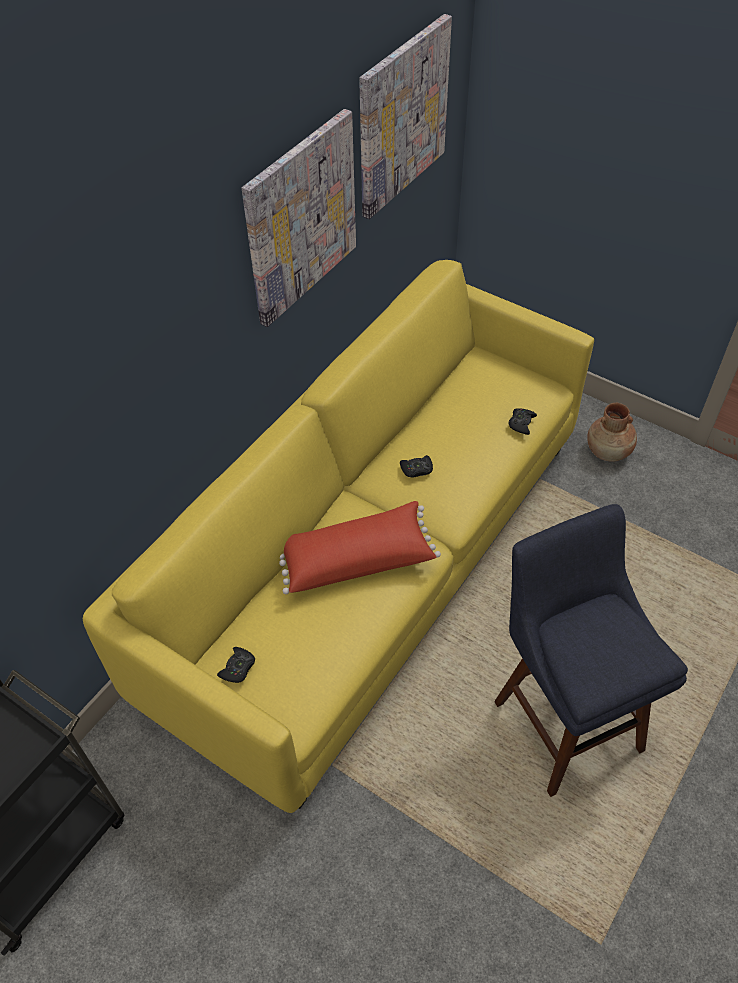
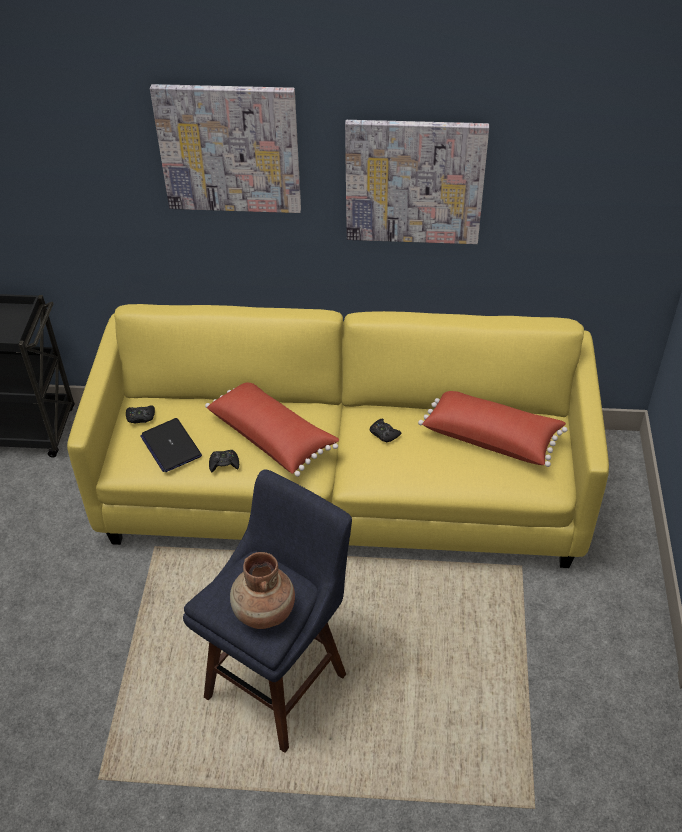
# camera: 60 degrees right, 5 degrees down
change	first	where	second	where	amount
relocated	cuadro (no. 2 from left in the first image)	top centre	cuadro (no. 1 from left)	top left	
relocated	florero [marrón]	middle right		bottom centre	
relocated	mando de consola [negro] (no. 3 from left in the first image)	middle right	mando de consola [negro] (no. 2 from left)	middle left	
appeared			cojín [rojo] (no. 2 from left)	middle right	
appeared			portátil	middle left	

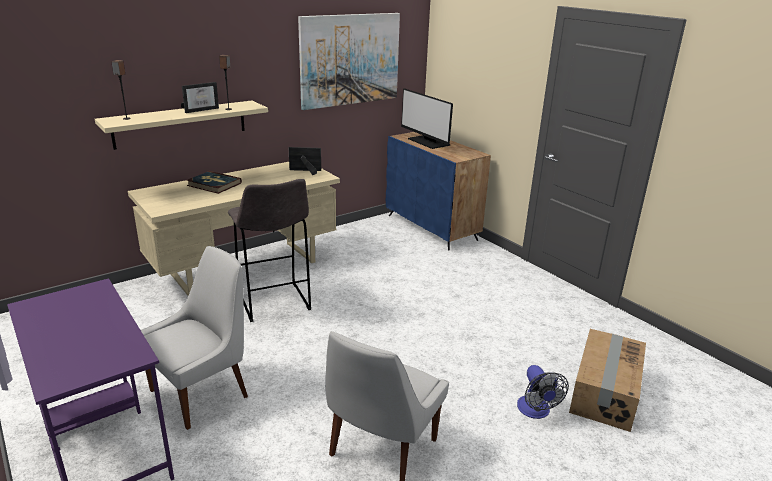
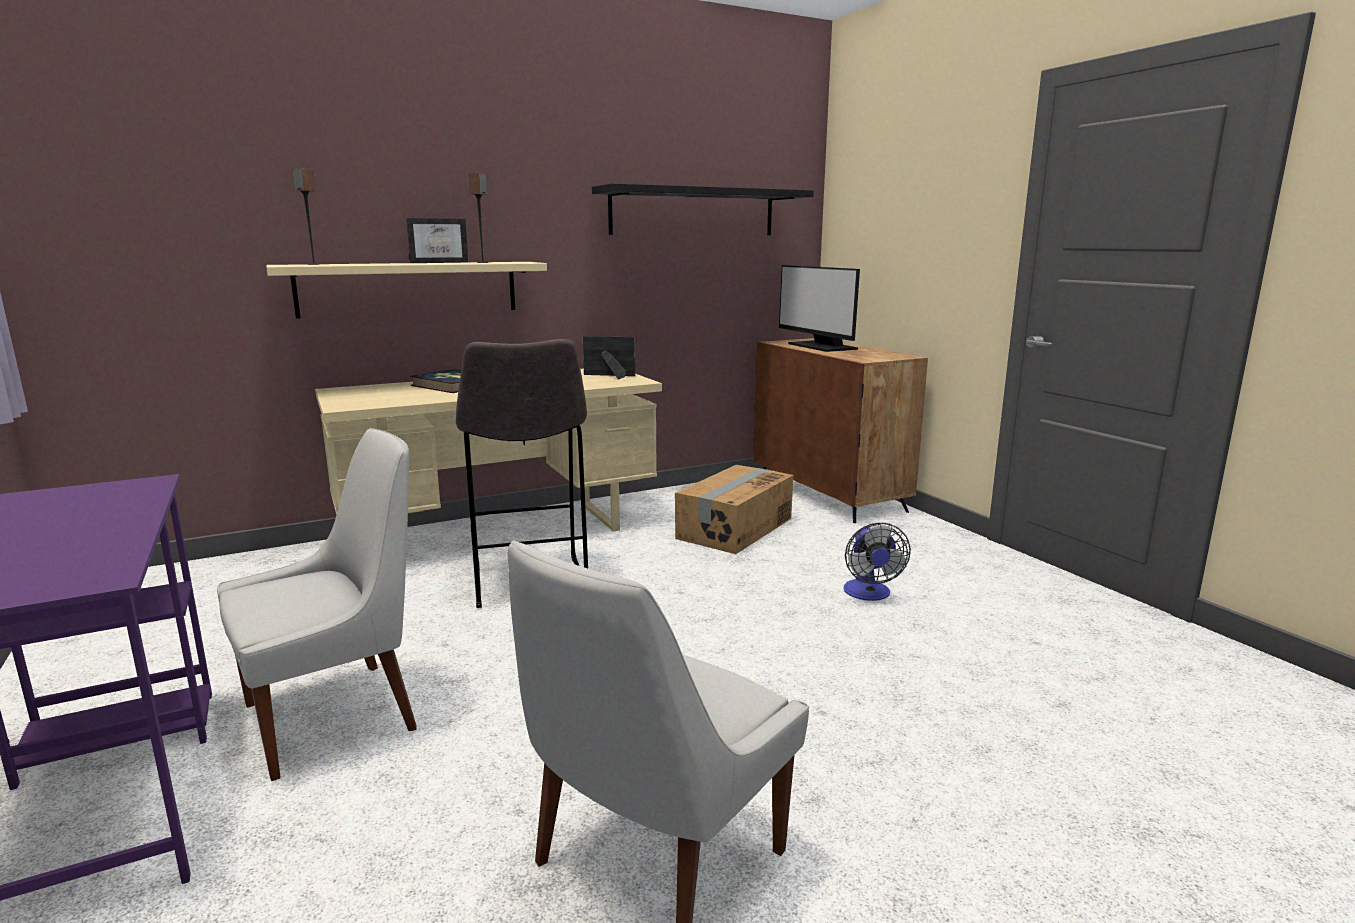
# camera: 10 degrees right, 10 degrees down
change	first	where	second	where	amount
exchanged	cuadro	top centre	estante [negro]	top centre	
colour	armario [azul]	centre	armario [marrón]	centre	
relocated	caja de cartón	bottom right		centre	
relocated	ventilador	bottom right		centre	

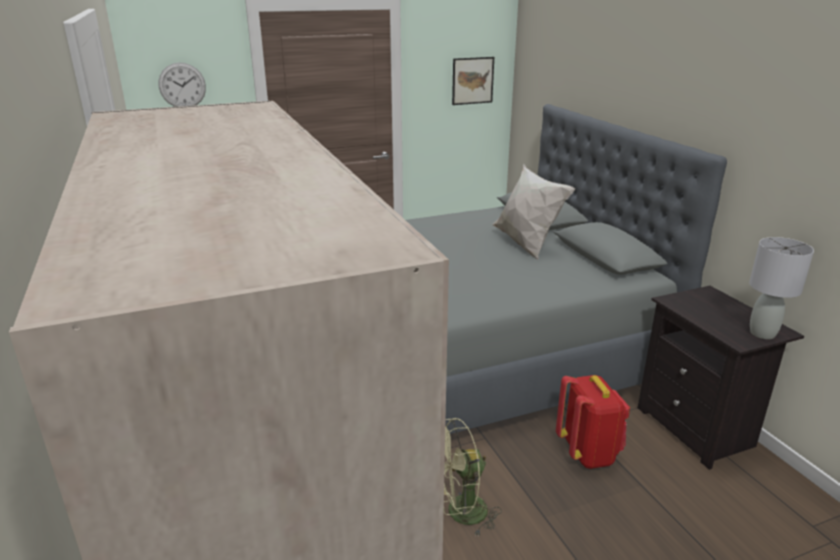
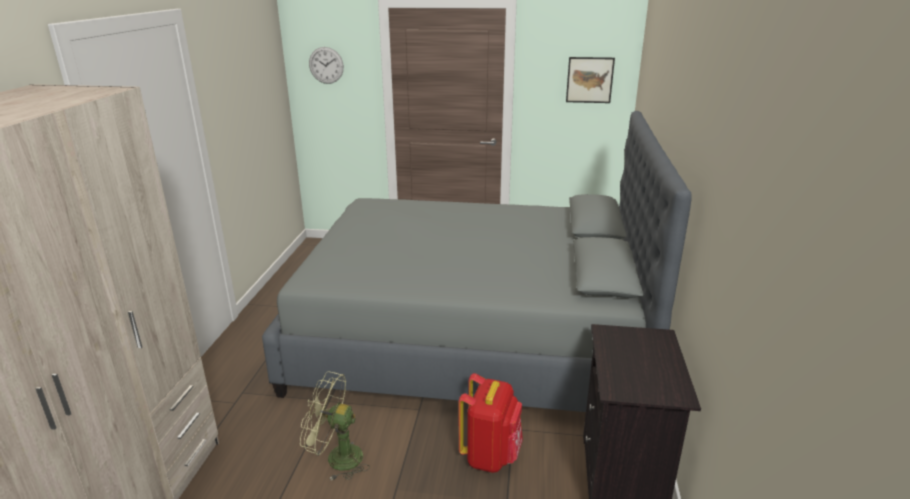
# camera: 30 degrees right, 0 degrees up
change	first	where	second	where	amount
missing	cojín [blanco]	centre			
missing	lámpara de mesa [gris]	middle right			

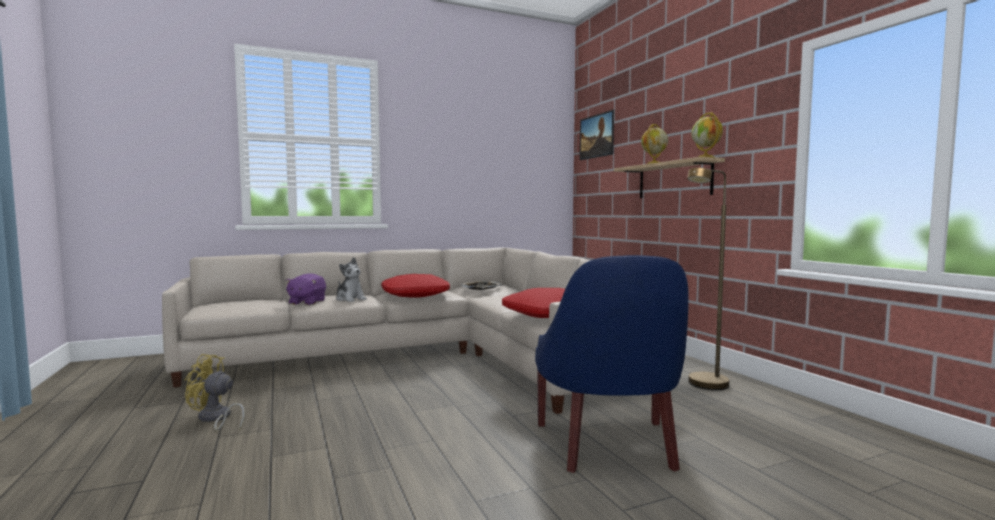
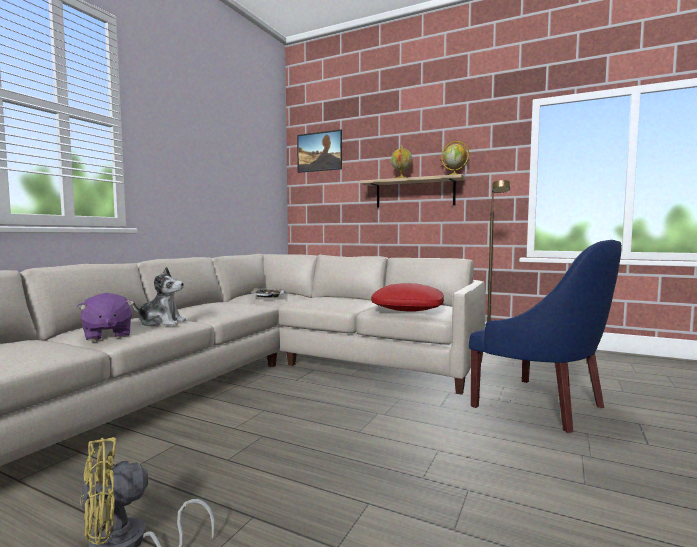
# camera: 40 degrees left, 0 degrees up
change	first	where	second	where	amount
missing	cojín [rojo] (no. 1 from left)	centre			

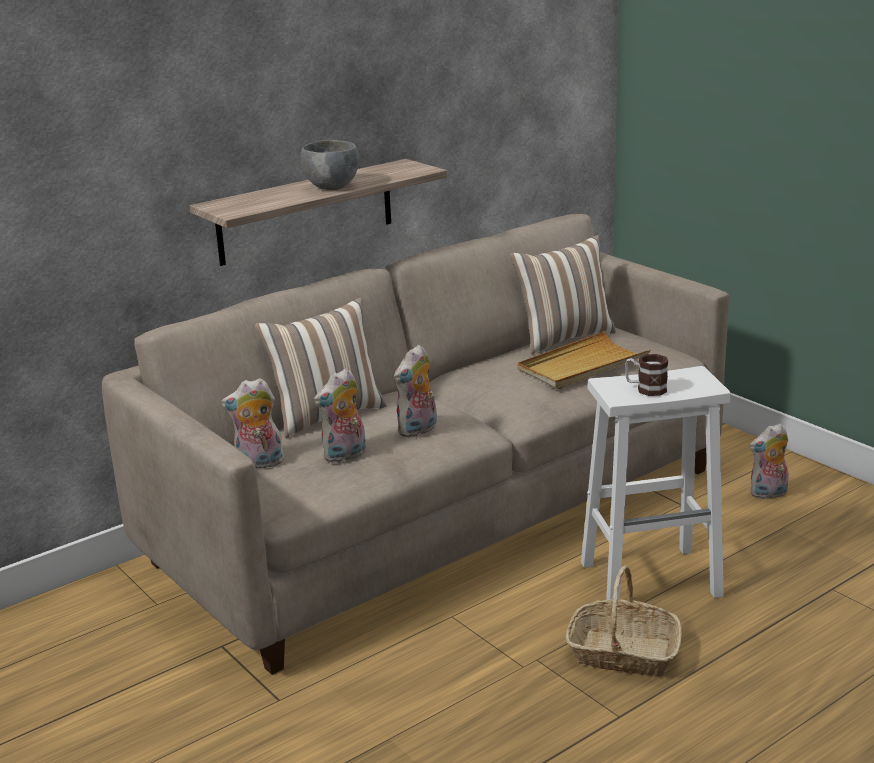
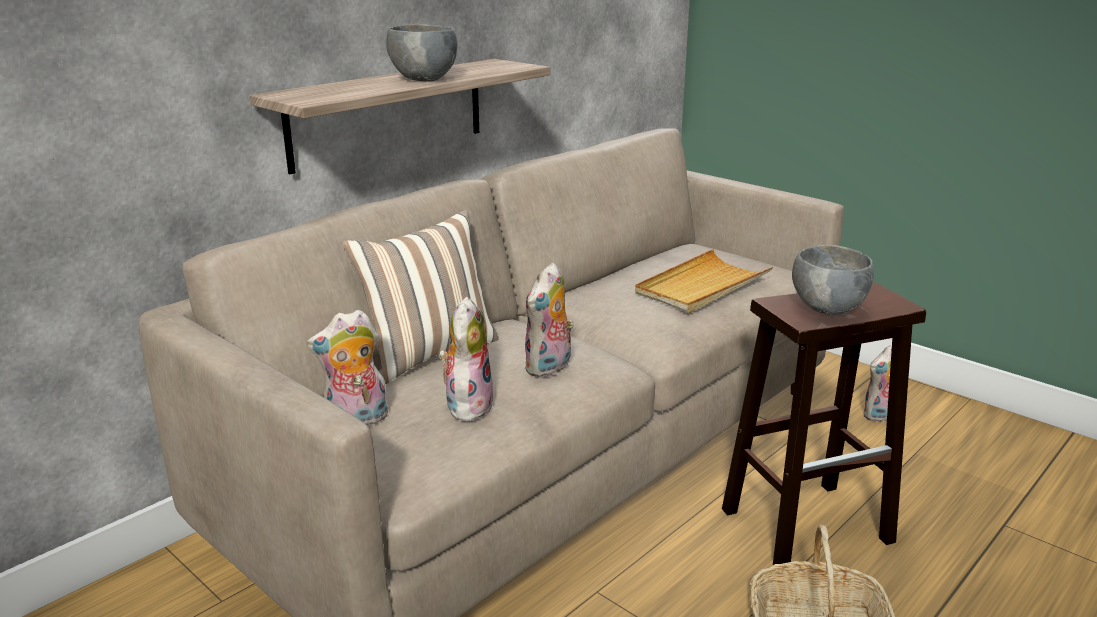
# camera: 10 degrees left, 0 degrees up
change	first	where	second	where	amount
missing	cojín (no. 2 from left)	centre			
exchanged	taza grande	middle right	cuenco [gris] (no. 2 from left)	middle right	
colour	taburete [blanco]	middle right	taburete [marrón]	bottom right	
spun	peluche (no. 2 from left)	centre		centre	150 degrees clockwise

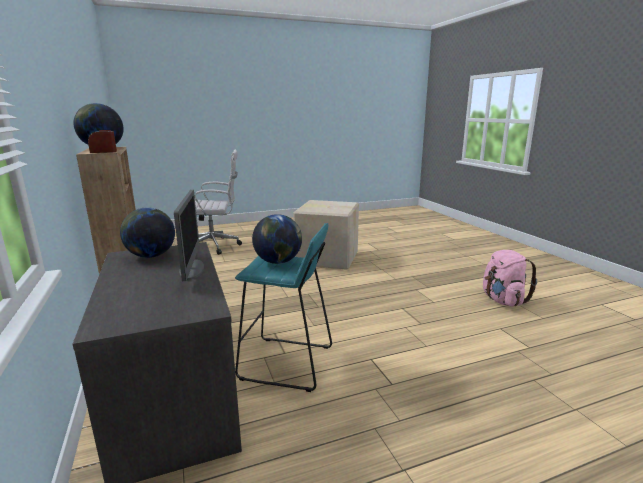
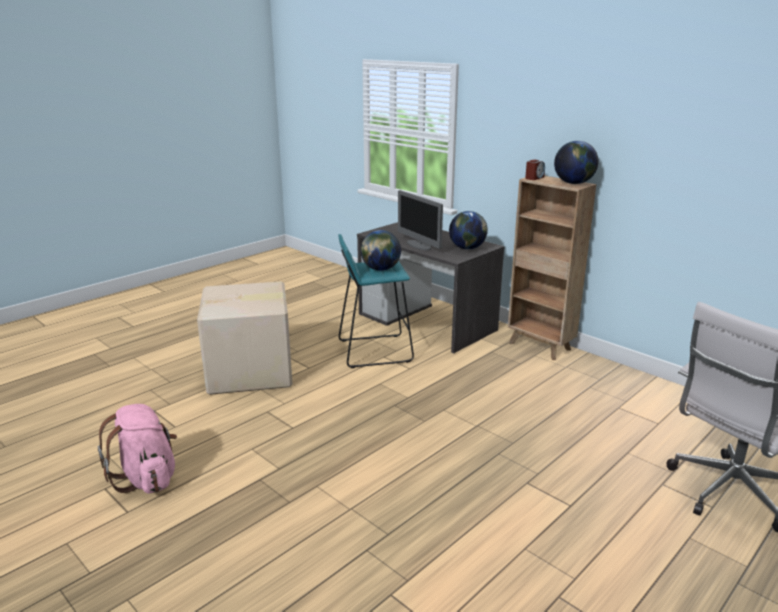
# camera: 155 degrees right, 5 degrees up
change	first	where	second	where	amount
relocated	caja de cartón	centre		middle left	

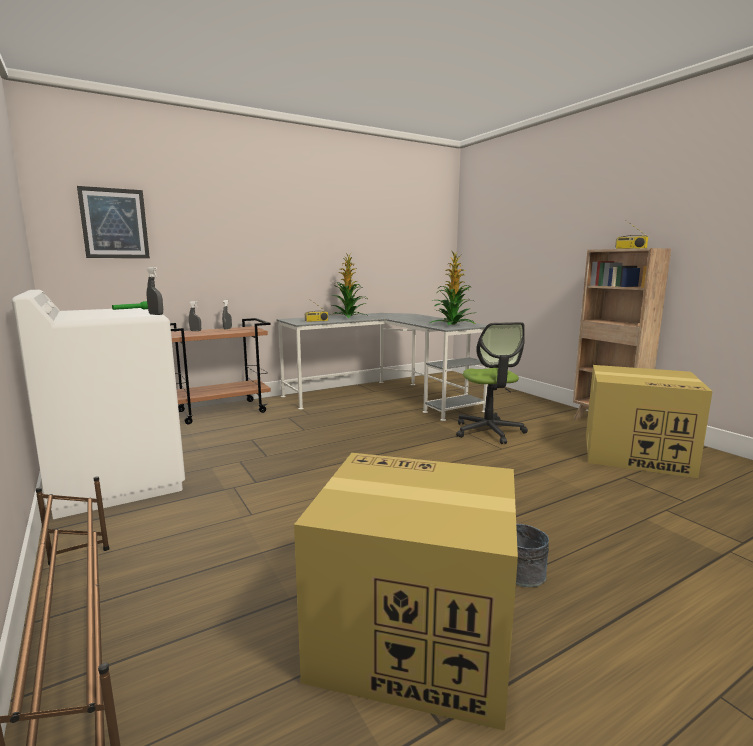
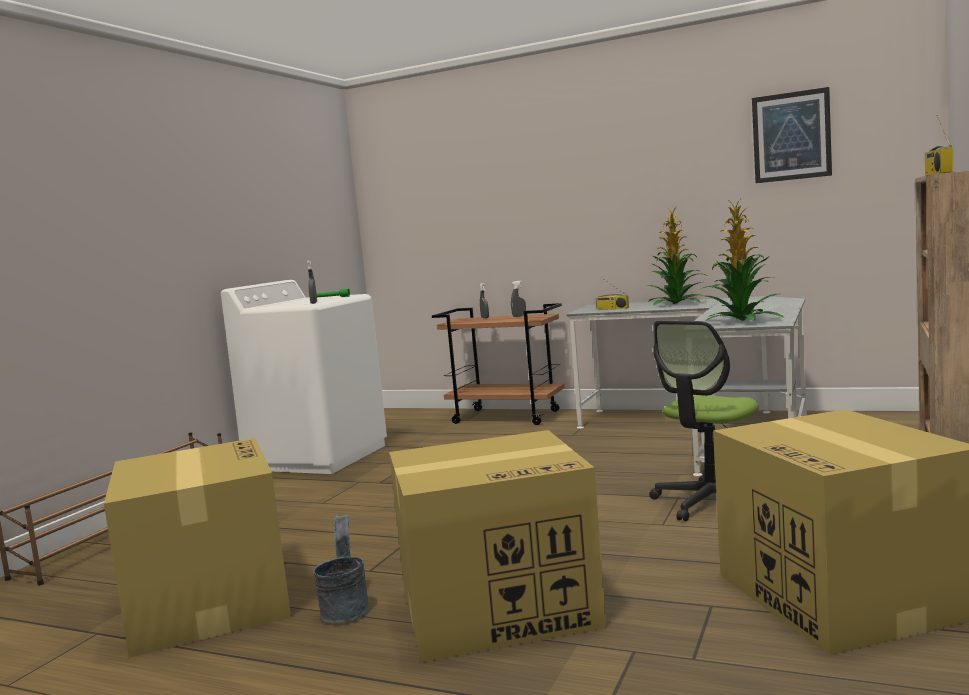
# camera: 55 degrees right, 5 degrees down
change	first	where	second	where	amount
relocated	cuadro	top left		top right	
appeared			caja de cartón (no. 2 from left)	bottom centre	

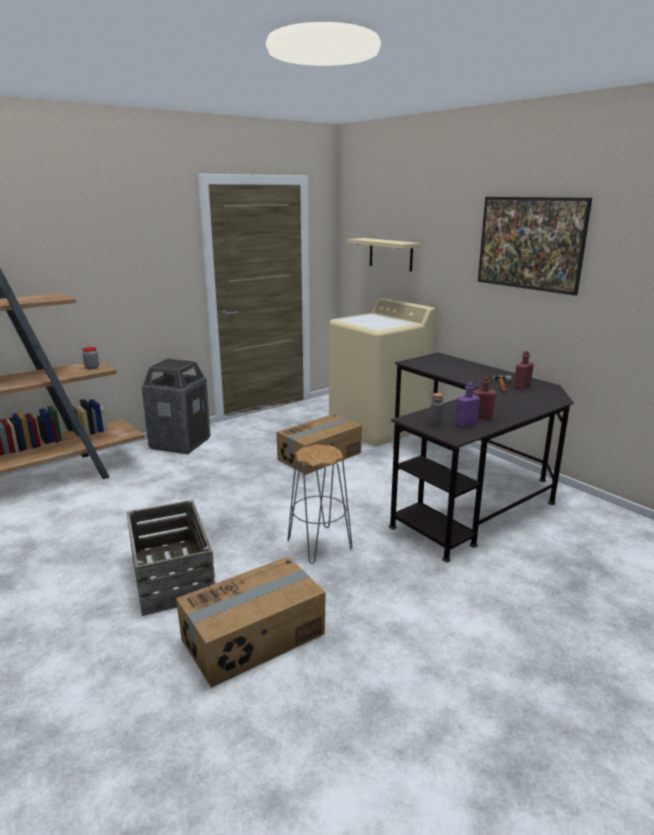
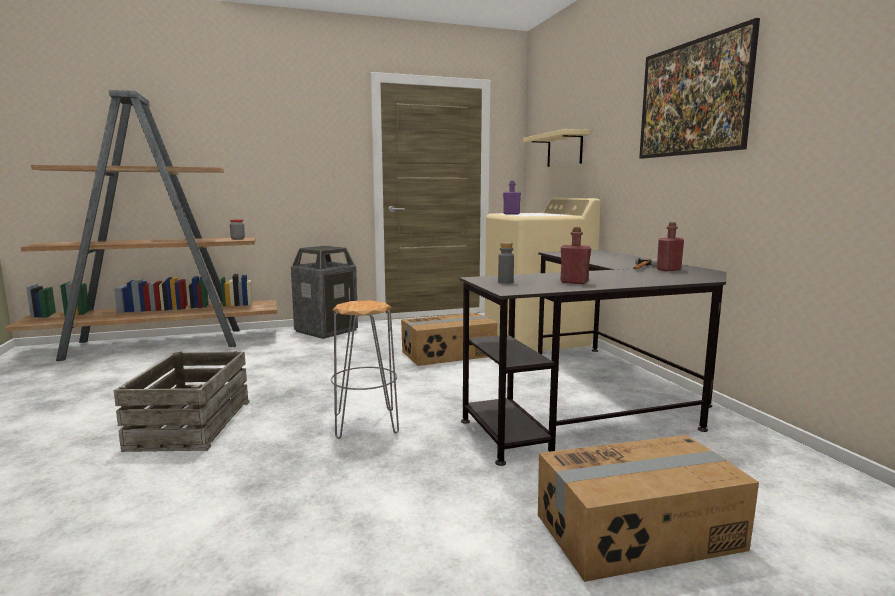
# camera: 20 degrees right, 10 degrees down
change	first	where	second	where	amount
relocated	botella [morado]	middle right		top centre	
relocated	caja de cartón (no. 1 from left in the first image)	bottom centre	caja de cartón (no. 2 from left)	bottom right	

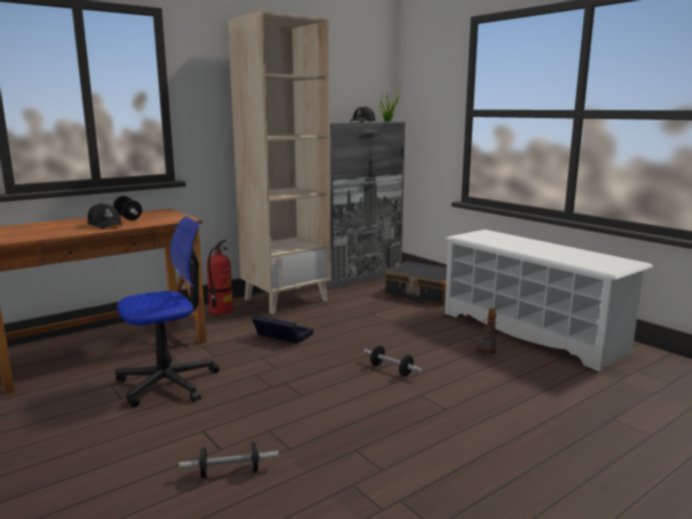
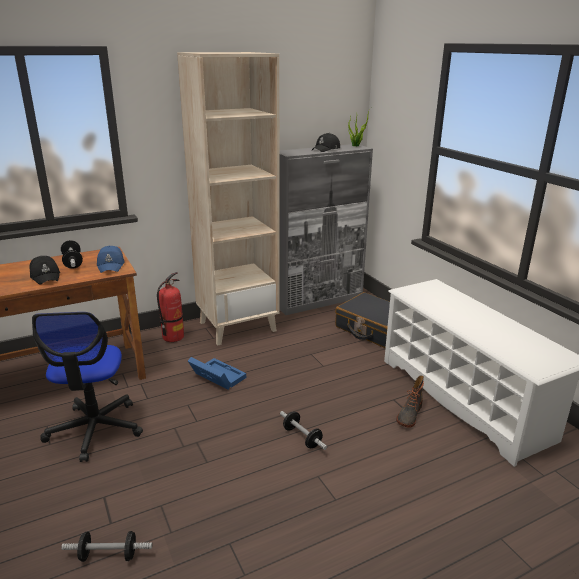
# camera: 10 degrees right, 10 degrees up
change	first	where	second	where	amount
spun	silla de oficina	middle left		bottom left	105 degrees clockwise
colour	caja de almacenaje [negro]	centre	caja de almacenaje [azul]	centre	
appeared			gorra [azul]	middle left	

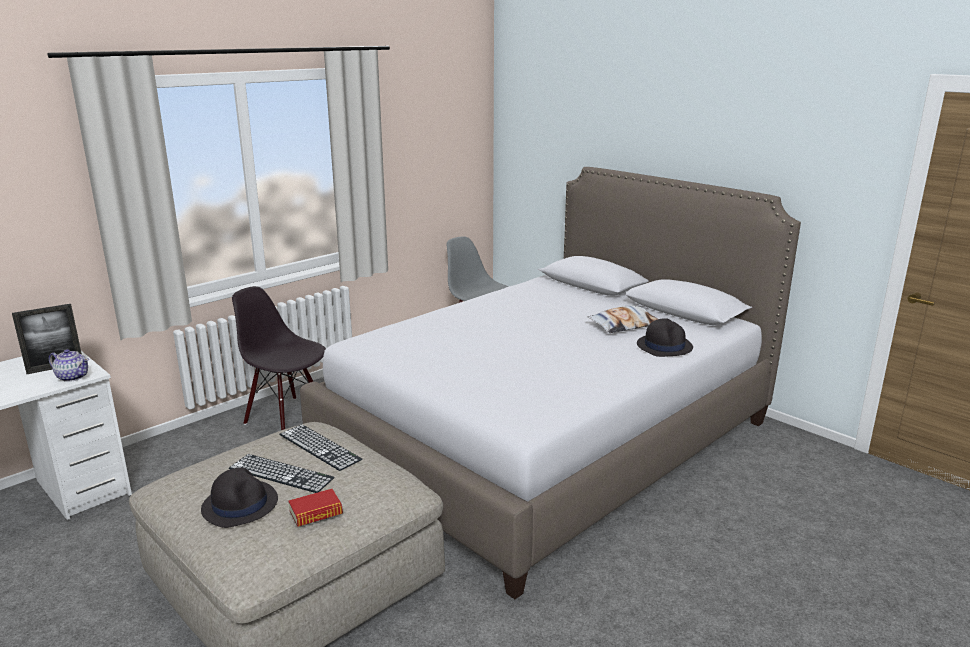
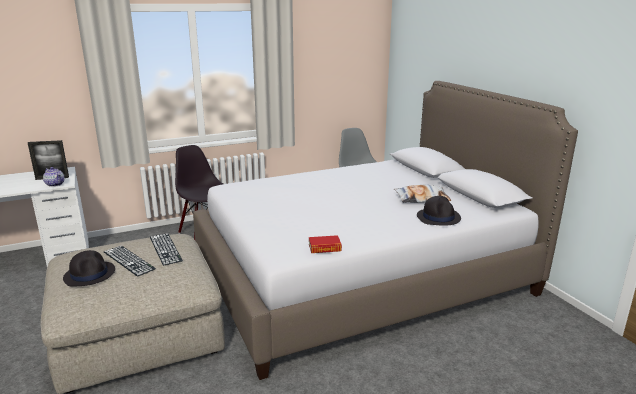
# camera: 20 degrees right, 0 degrees up
change	first	where	second	where	amount
relocated	libro	bottom left		centre	

